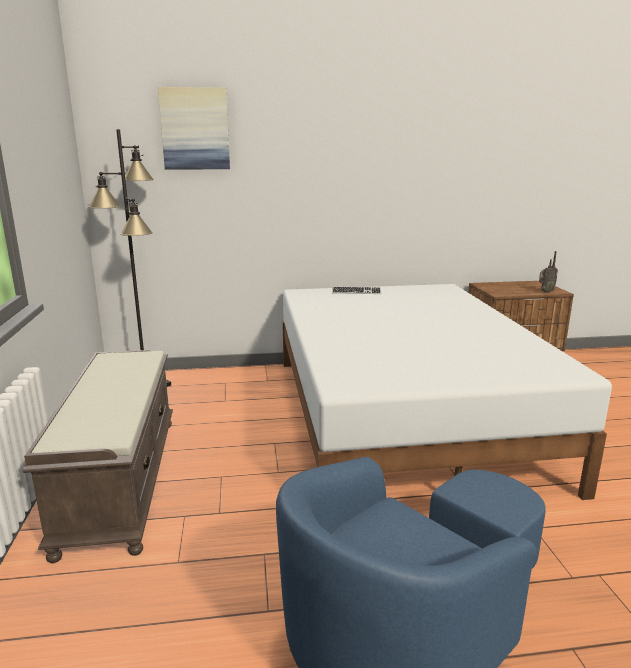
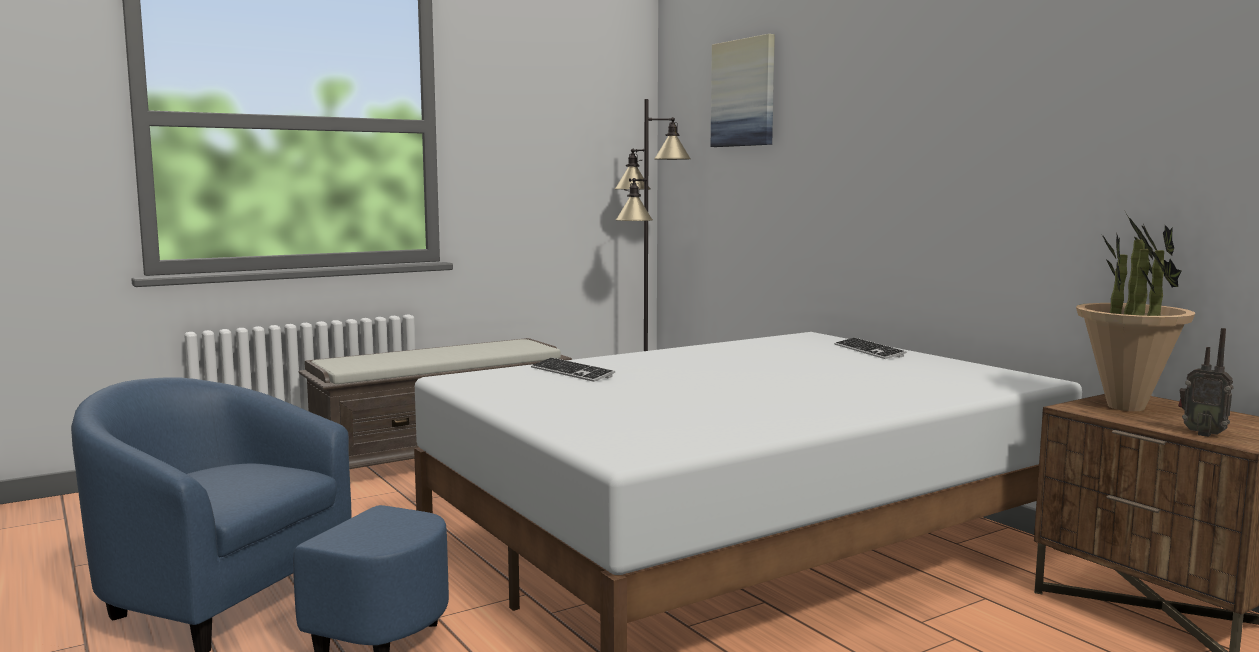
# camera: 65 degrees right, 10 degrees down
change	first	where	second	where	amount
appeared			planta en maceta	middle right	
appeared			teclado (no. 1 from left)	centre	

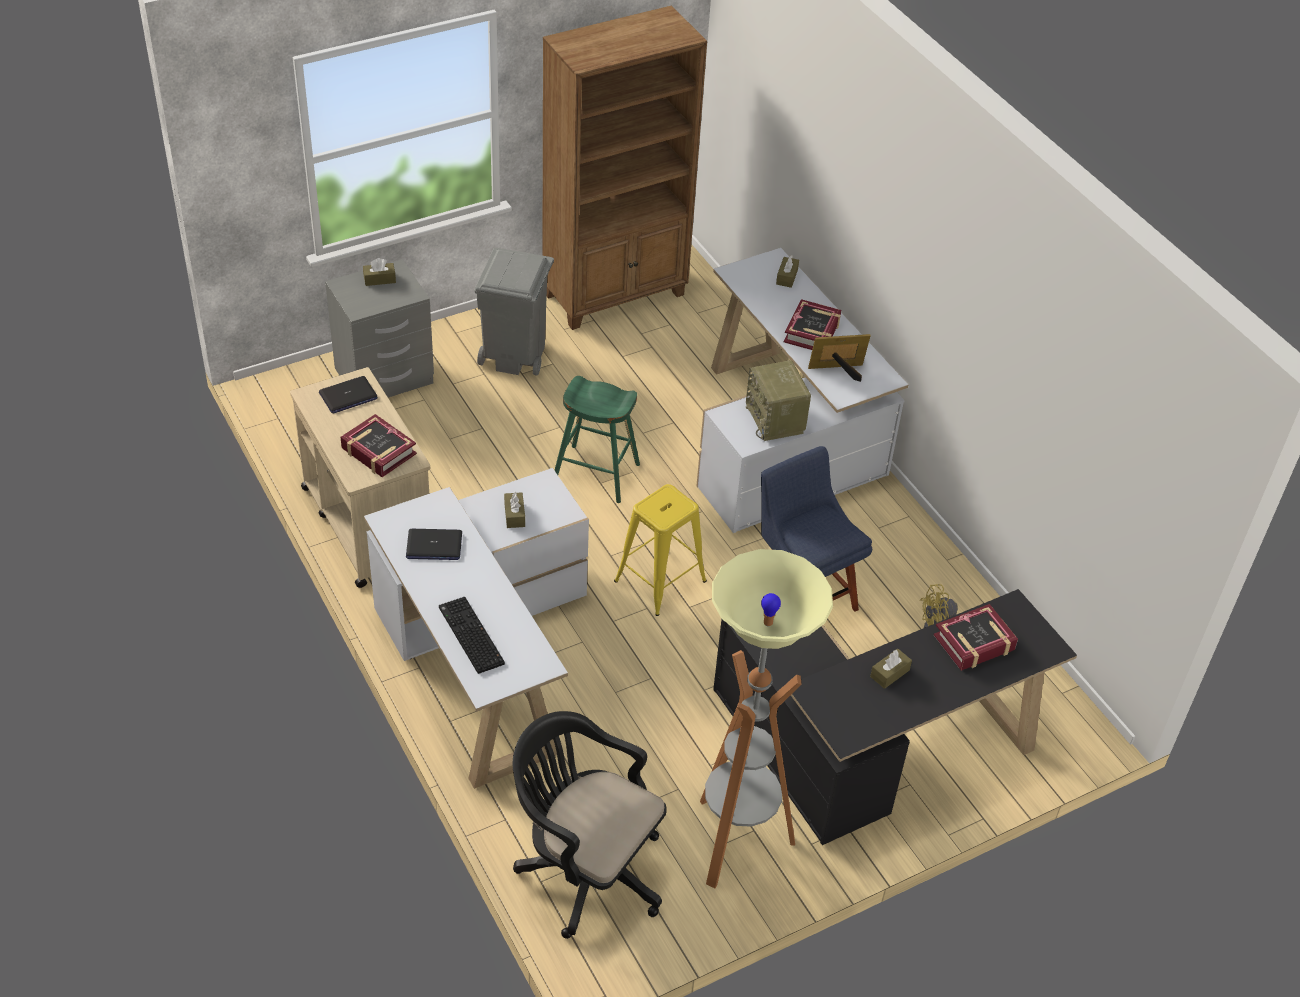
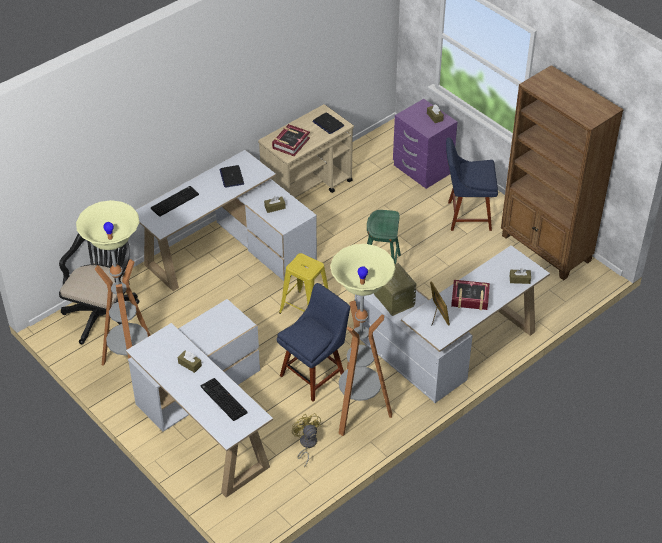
# camera: 80 degrees right, 0 degrees up
change	first	where	second	where	amount
exchanged	papelera [gris]	top centre	silla [azul] (no. 2 from left)	middle right	
colour	mesita de noche [gris]	top left	mesita de noche [morado]	top centre	
spun	radio	centre		centre	90 degrees clockwise
colour	escritorio [negro]	bottom right	escritorio [blanco] (no. 1 from left)	bottom left	
exchanged	libro (no. 3 from left)	middle right	teclado (no. 2 from left)	bottom centre	
appeared			lámpara de pie (no. 2 from left)	centre	

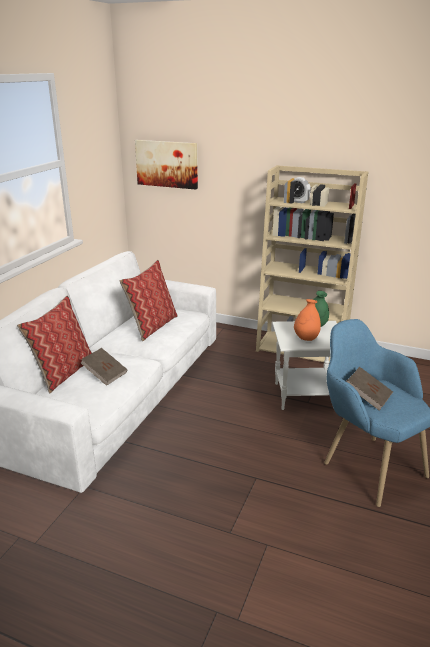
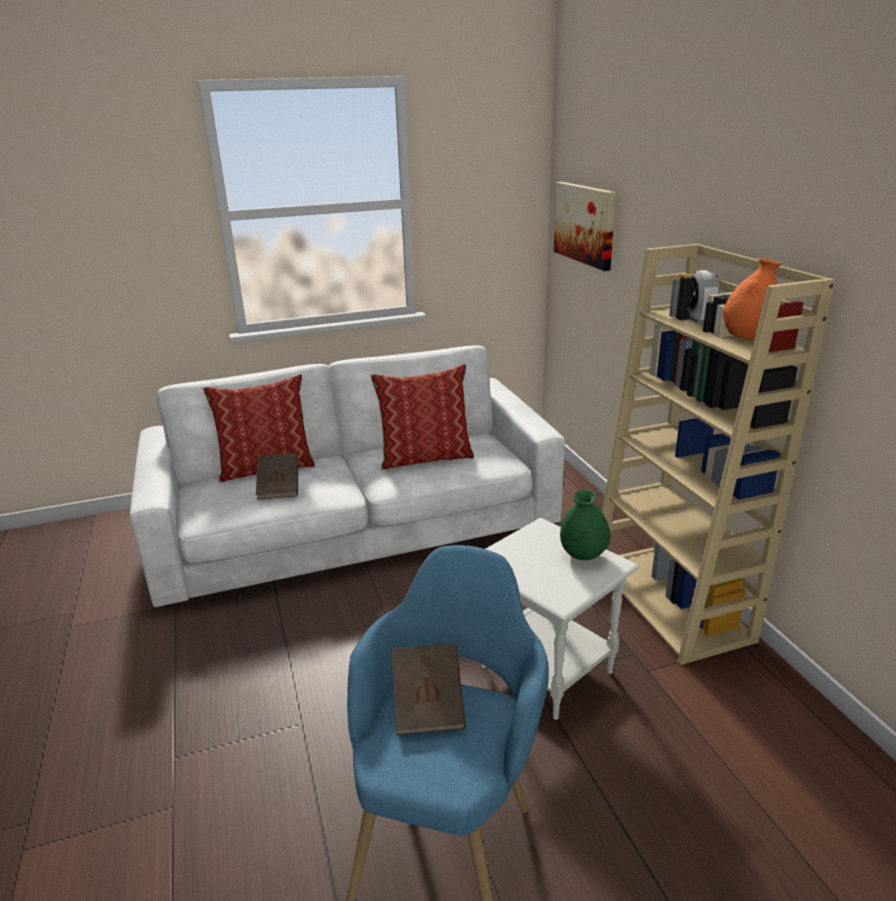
# camera: 50 degrees right, 0 degrees up
change	first	where	second	where	amount
relocated	florero [naranja]	middle right		top right	

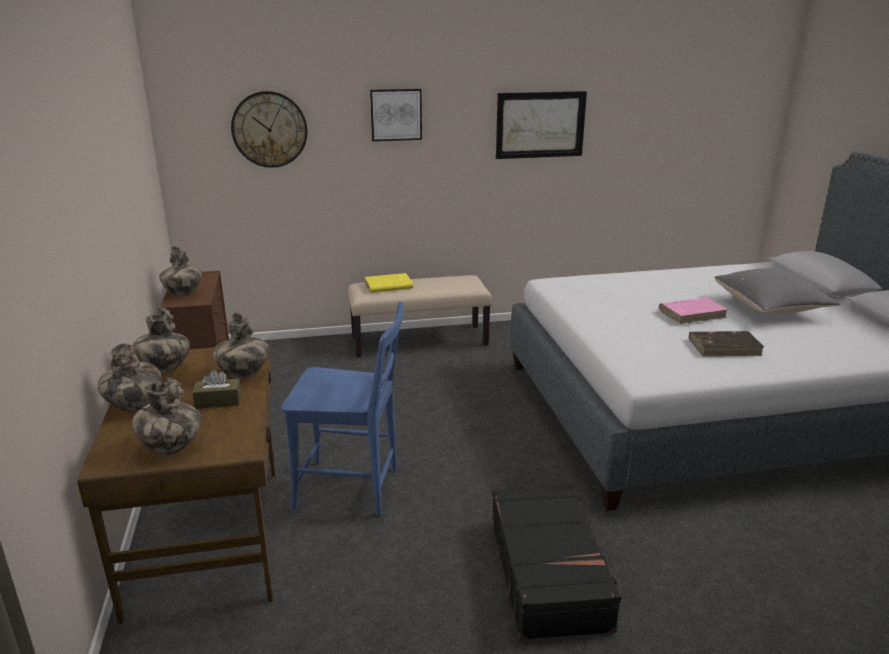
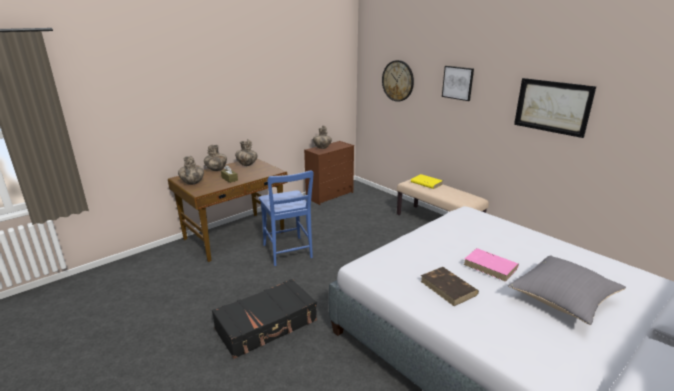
# camera: 60 degrees right, 0 degrees up
change	first	where	second	where	amount
missing	florero (no. 5 from left)	middle left			

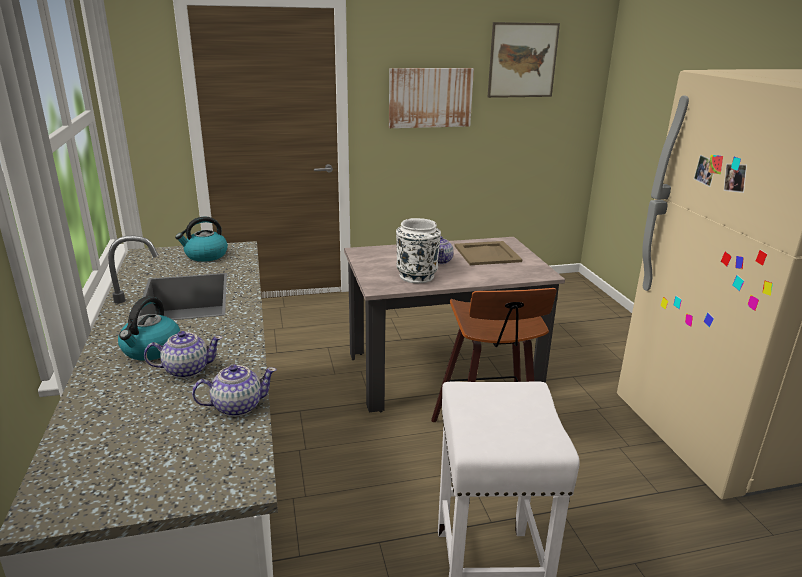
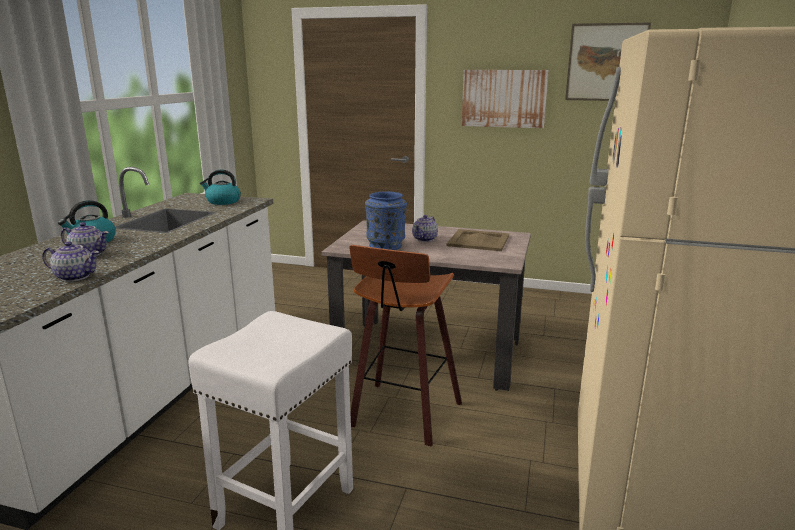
# camera: 30 degrees right, 5 degrees down
change	first	where	second	where	amount
colour	florero [blanco]	centre	florero [azul]	centre	

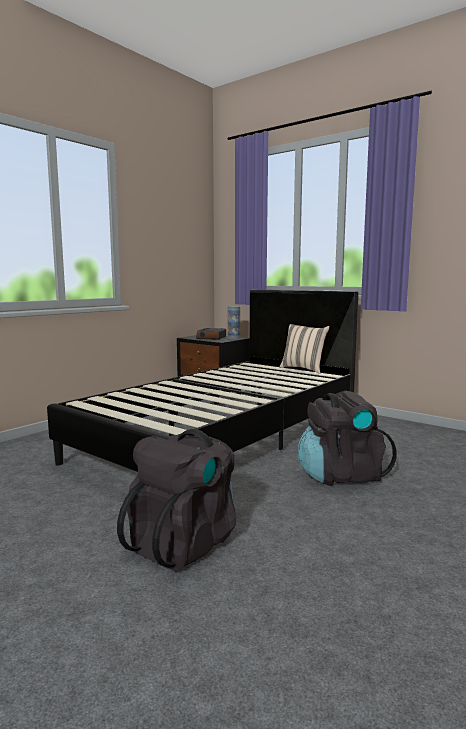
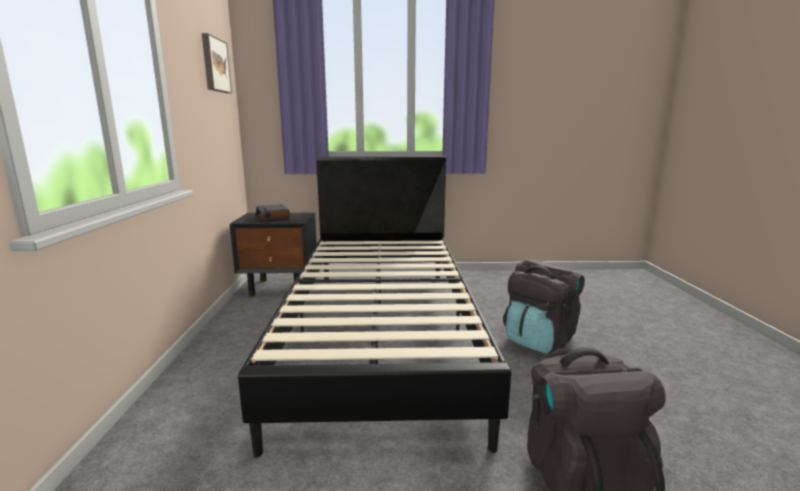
# camera: 40 degrees left, 5 degrees up
change	first	where	second	where	amount
missing	florero	centre			
missing	cojín [beis]	centre			
appeared			cuadro	top left	

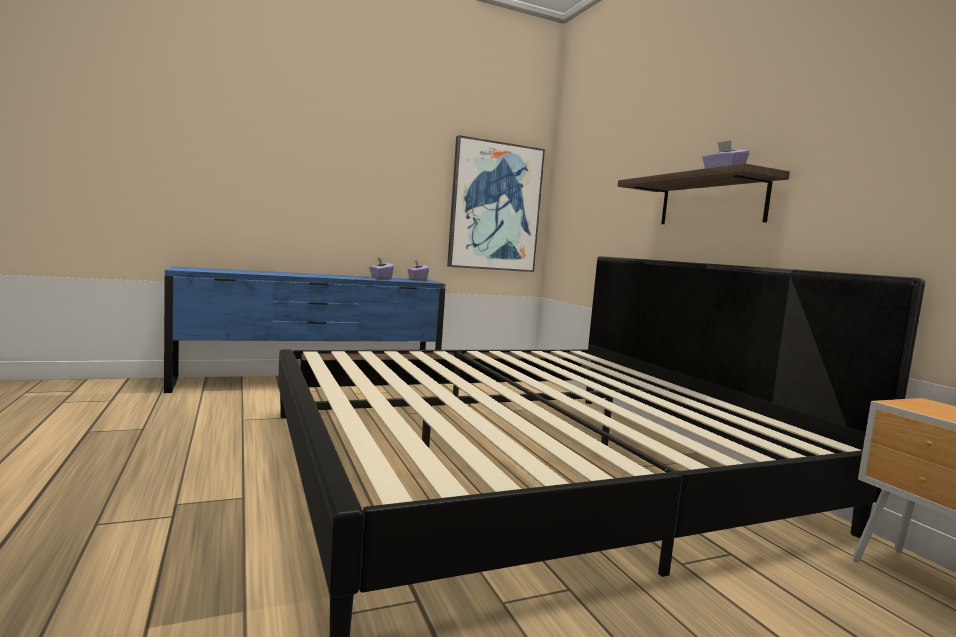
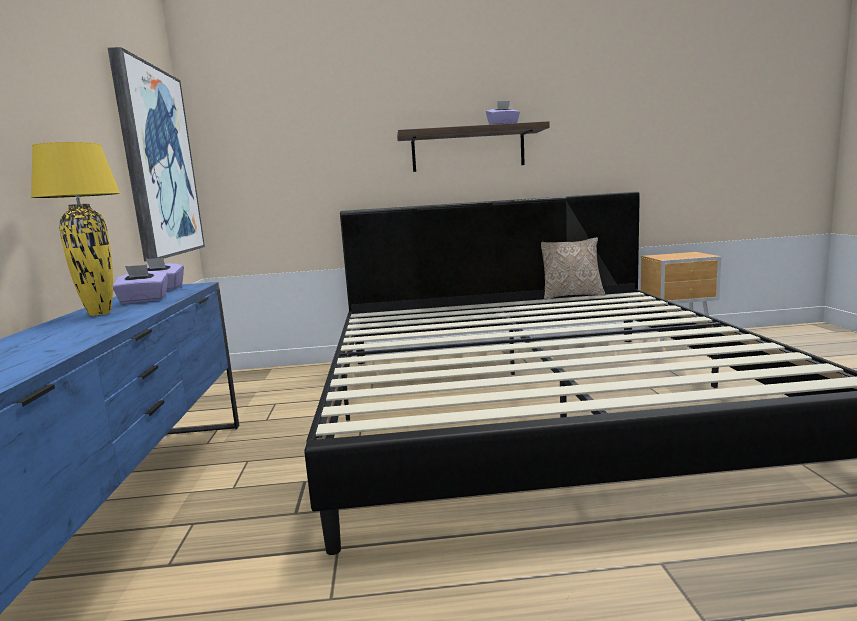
# camera: 70 degrees left, 5 degrees up
change	first	where	second	where	amount
appeared			lámpara de mesa [amarillo]	middle left	
appeared			cojín	middle right	

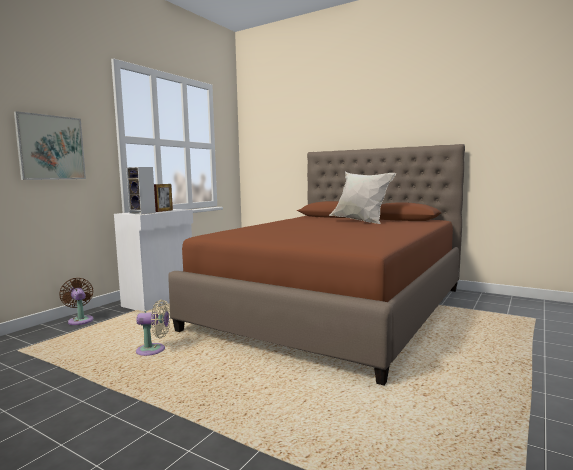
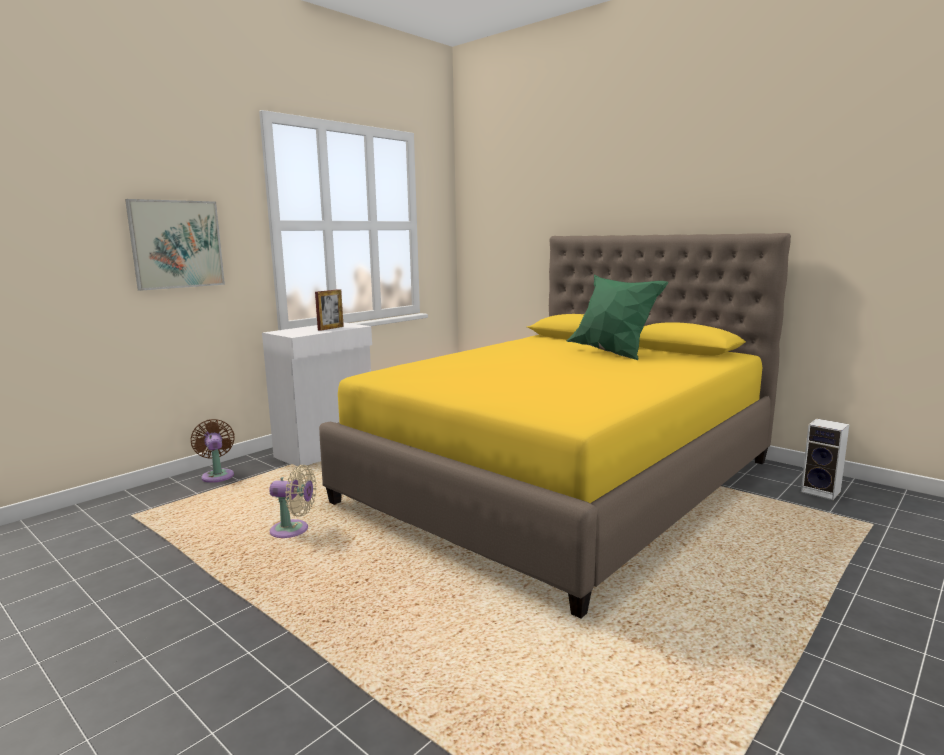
# camera: 10 degrees right, 5 degrees up
change	first	where	second	where	amount
colour	cama [marrón]	centre	cama [amarillo]	centre	
relocated	altavoz	middle left		middle right	
colour	cojín [blanco]	centre	cojín [verde]	centre	

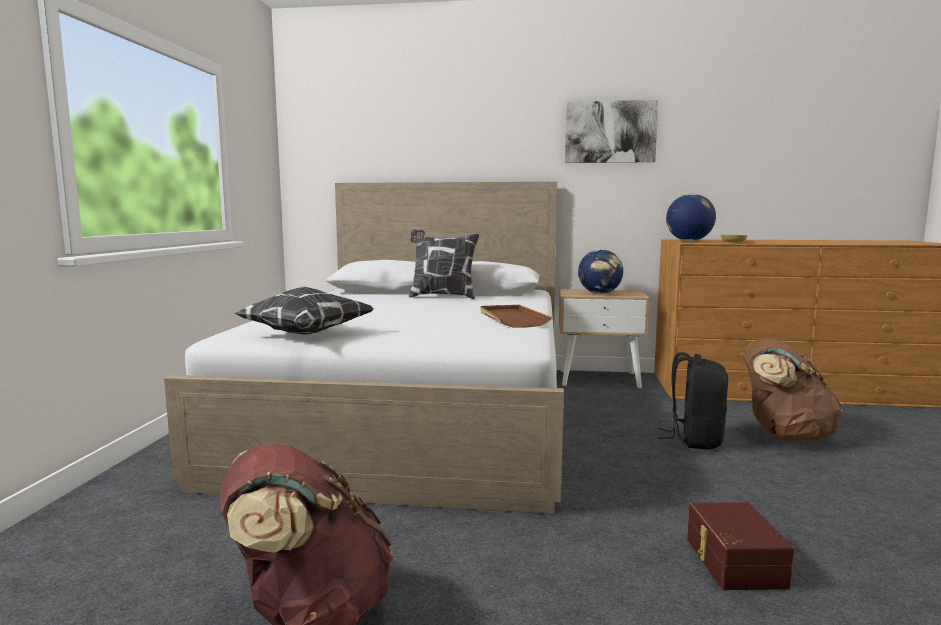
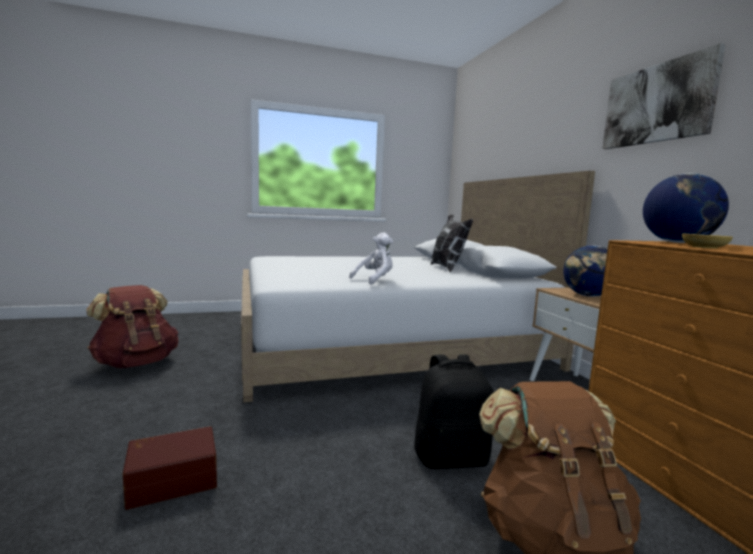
# camera: 65 degrees right, 0 degrees up
change	first	where	second	where	amount
missing	cojín (no. 1 from left)	middle left			
exchanged	bandeja [marrón]	centre	peluche [blanco]	centre	

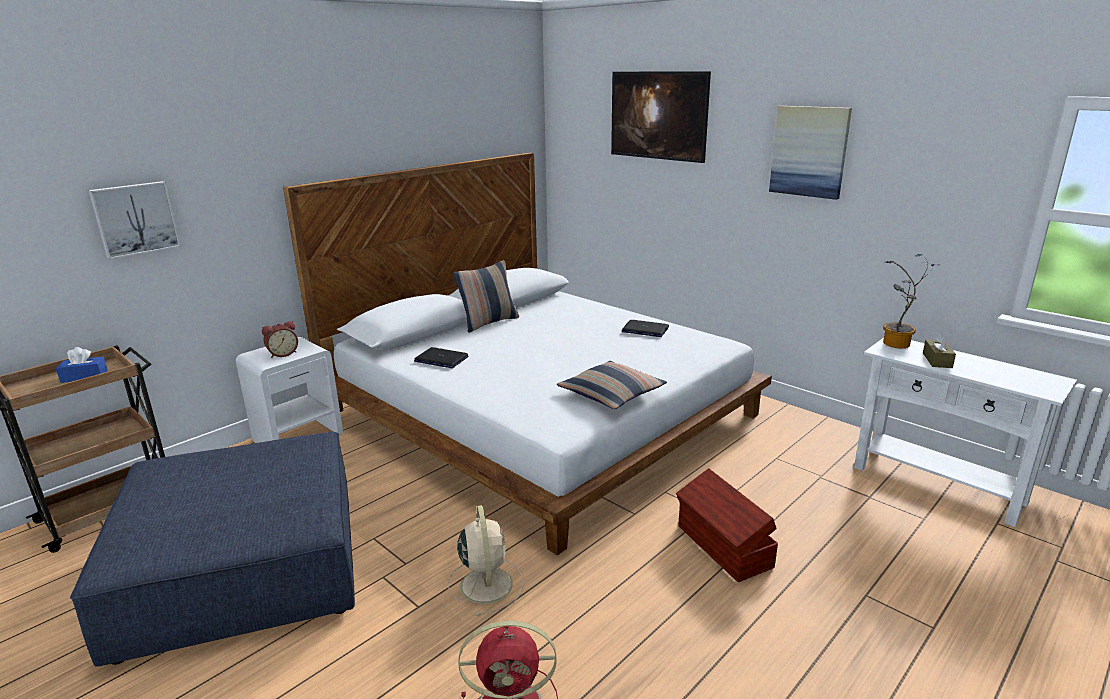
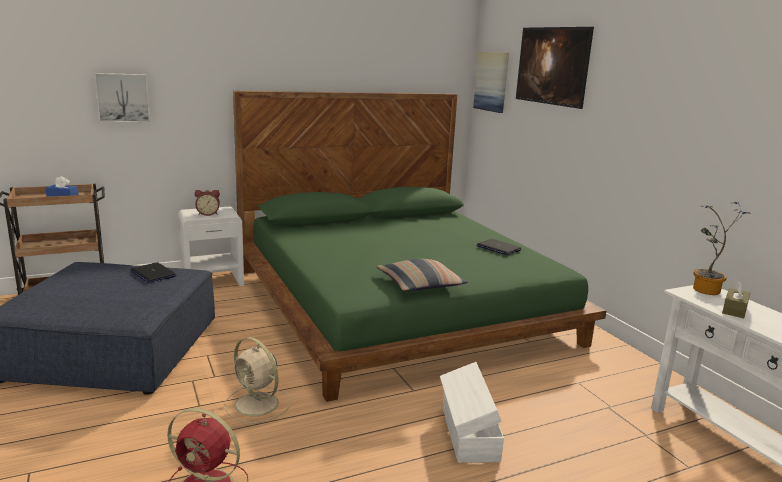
# camera: 20 degrees right, 5 degrees down
change	first	where	second	where	amount
relocated	cuadro (no. 3 from left in the first image)	top right	cuadro (no. 2 from left)	top centre	
colour	cama [blanco]	centre	cama [verde]	centre	
missing	cojín (no. 1 from left)	centre			
relocated	portátil (no. 1 from left)	centre		middle left	
colour	caja de almacenaje [marrón]	bottom centre	caja de almacenaje [blanco]	bottom centre	
spun	ventilador [beis]	bottom centre		bottom left	120 degrees clockwise

